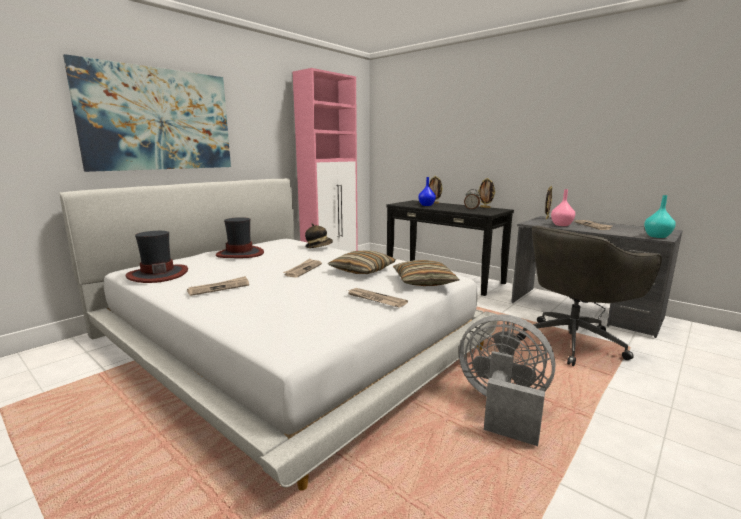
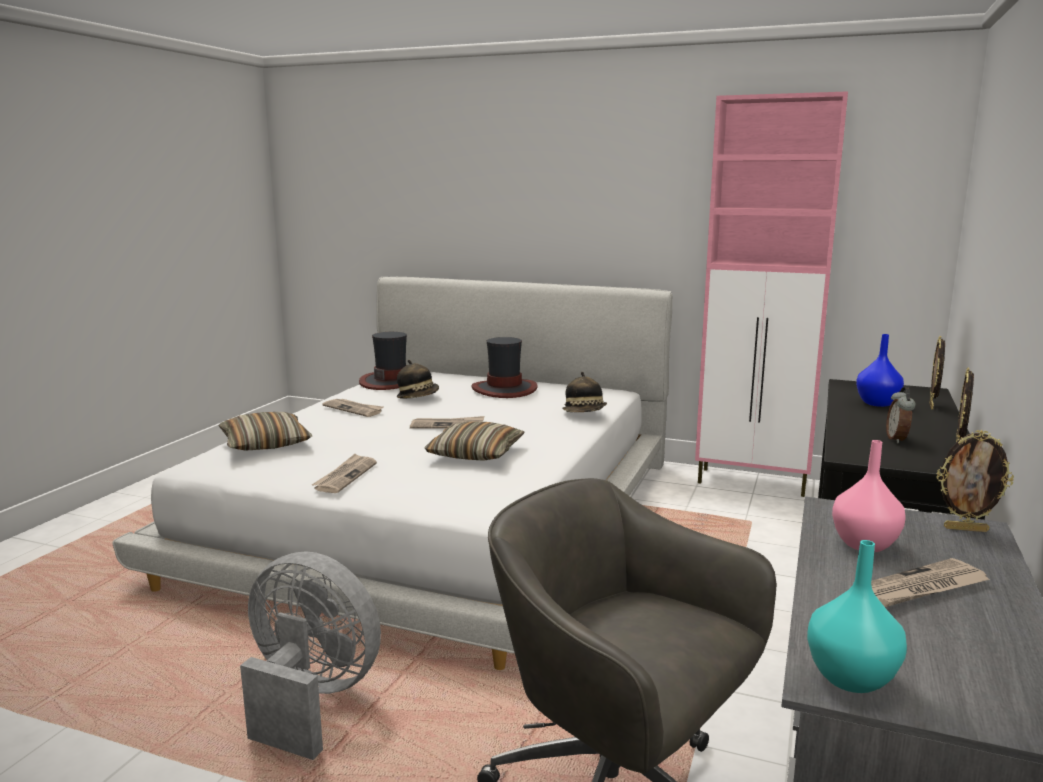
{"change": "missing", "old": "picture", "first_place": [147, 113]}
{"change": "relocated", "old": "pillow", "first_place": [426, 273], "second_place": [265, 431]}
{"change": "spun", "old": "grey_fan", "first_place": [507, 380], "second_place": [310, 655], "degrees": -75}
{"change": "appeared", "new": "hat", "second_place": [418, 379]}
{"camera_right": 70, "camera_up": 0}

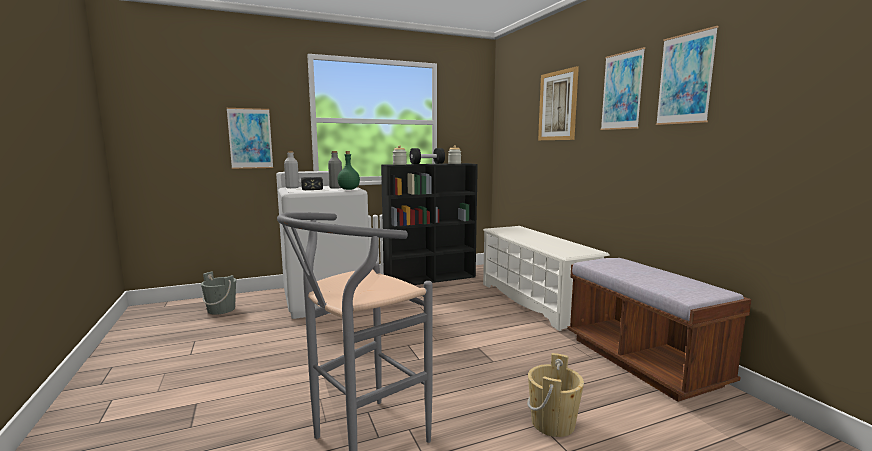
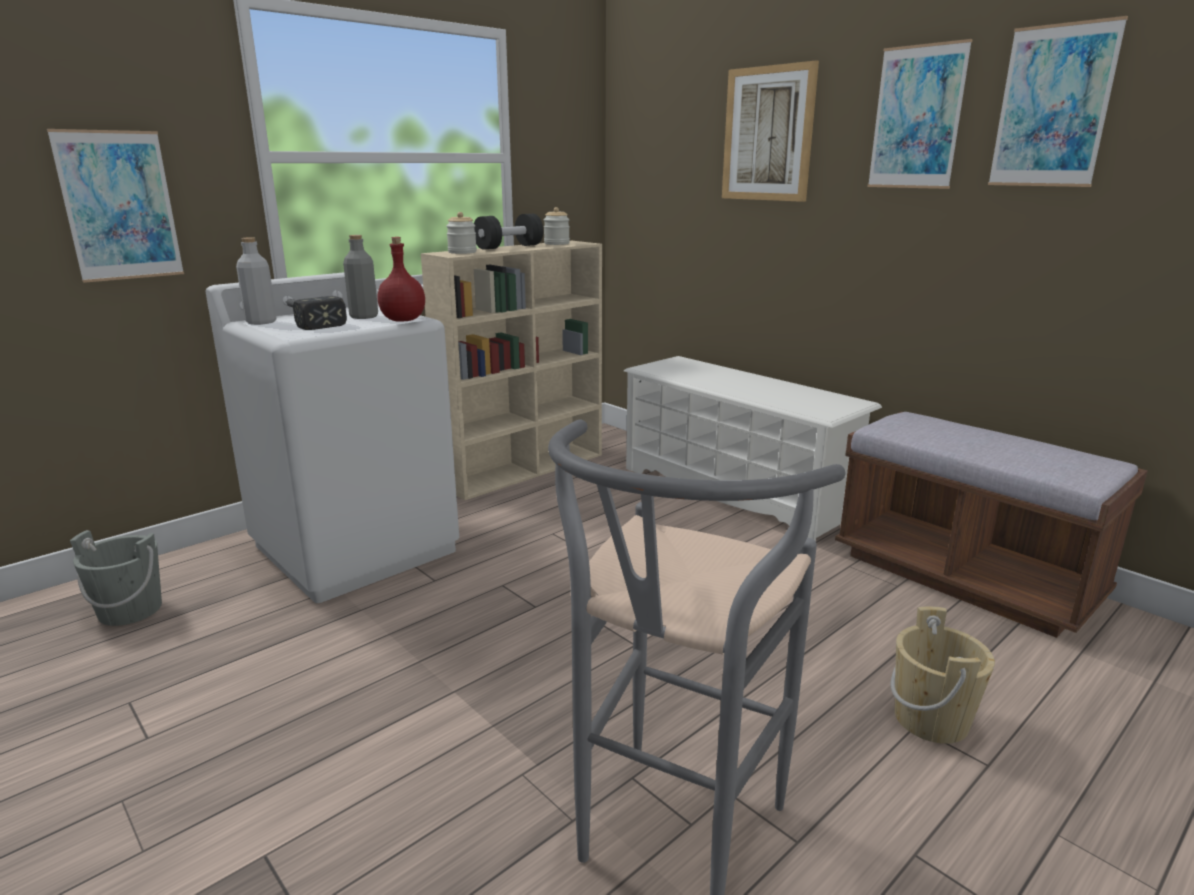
{"change": "colour", "old": "green_bottle", "new": "red_bottle", "first_place": [348, 170], "second_place": [401, 279]}
{"change": "colour", "old": "black_bookcase", "new": "beige_bookcase", "first_place": [429, 224], "second_place": [511, 370]}
{"camera_right": -20, "camera_up": 10}

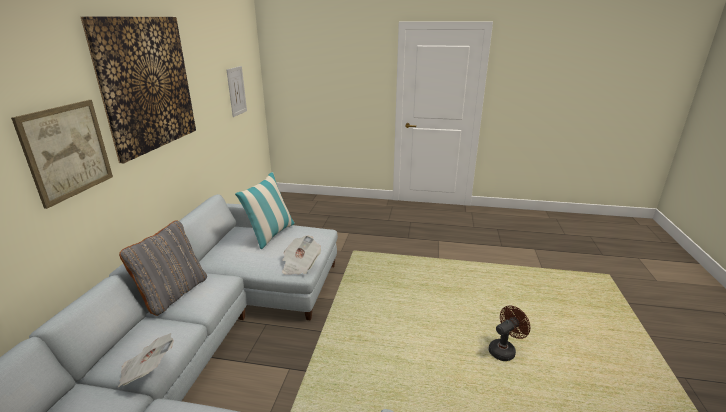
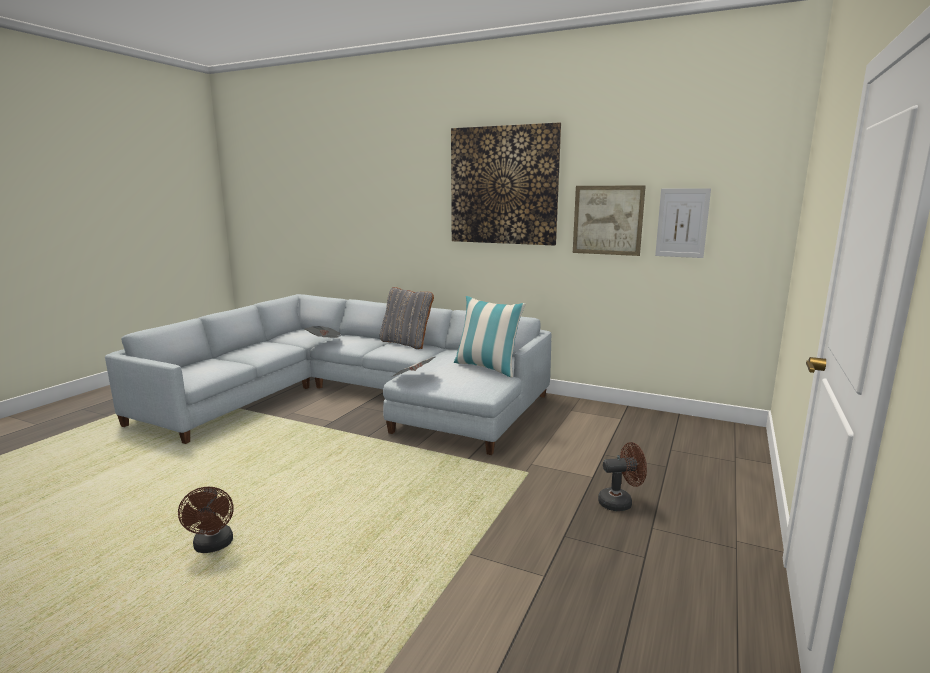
{"change": "relocated", "old": "picture", "first_place": [62, 154], "second_place": [609, 220]}
{"change": "appeared", "new": "brown_fan", "second_place": [622, 476]}
{"camera_right": 105, "camera_up": -10}

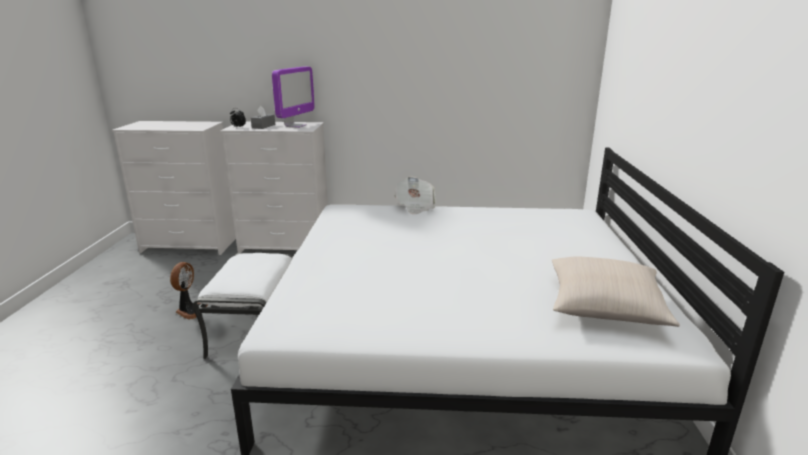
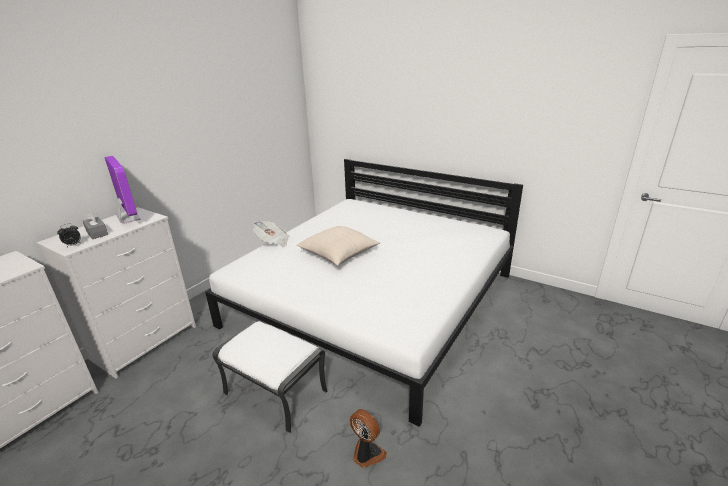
{"change": "relocated", "old": "fan", "first_place": [189, 290], "second_place": [368, 438]}
{"change": "relocated", "old": "beige_pillow", "first_place": [616, 291], "second_place": [338, 246]}
{"camera_right": -60, "camera_up": 5}

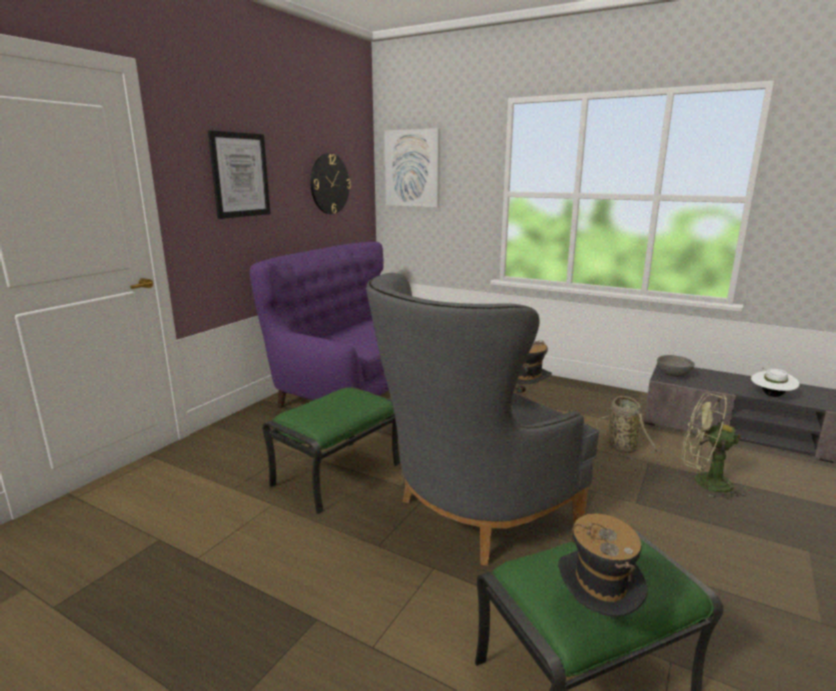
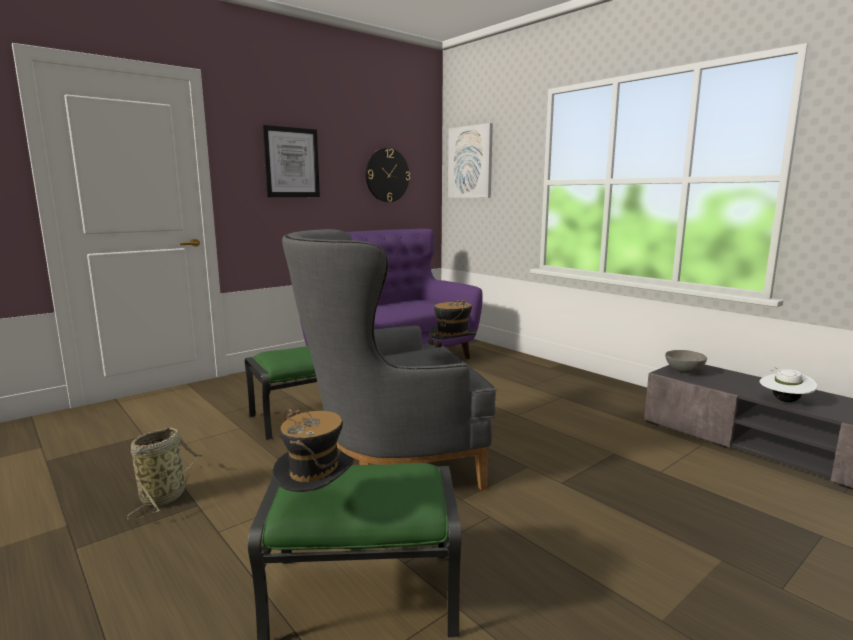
{"change": "relocated", "old": "basket", "first_place": [627, 429], "second_place": [165, 473]}
{"change": "missing", "old": "green_fan", "first_place": [713, 446]}
{"camera_right": 20, "camera_up": -5}

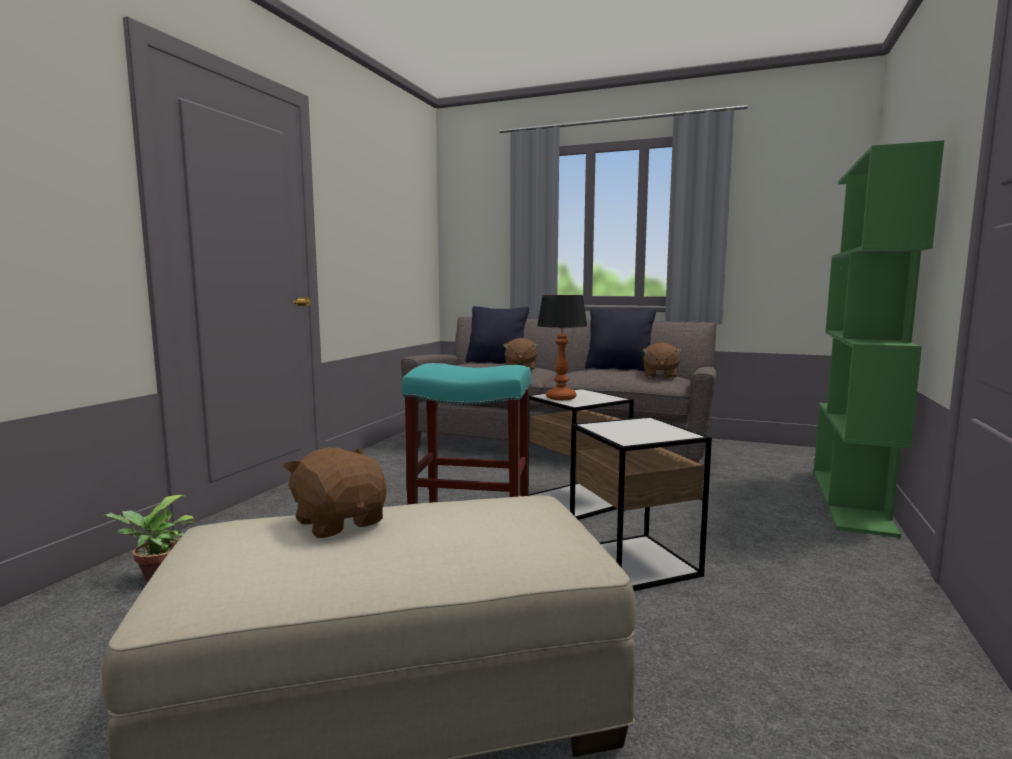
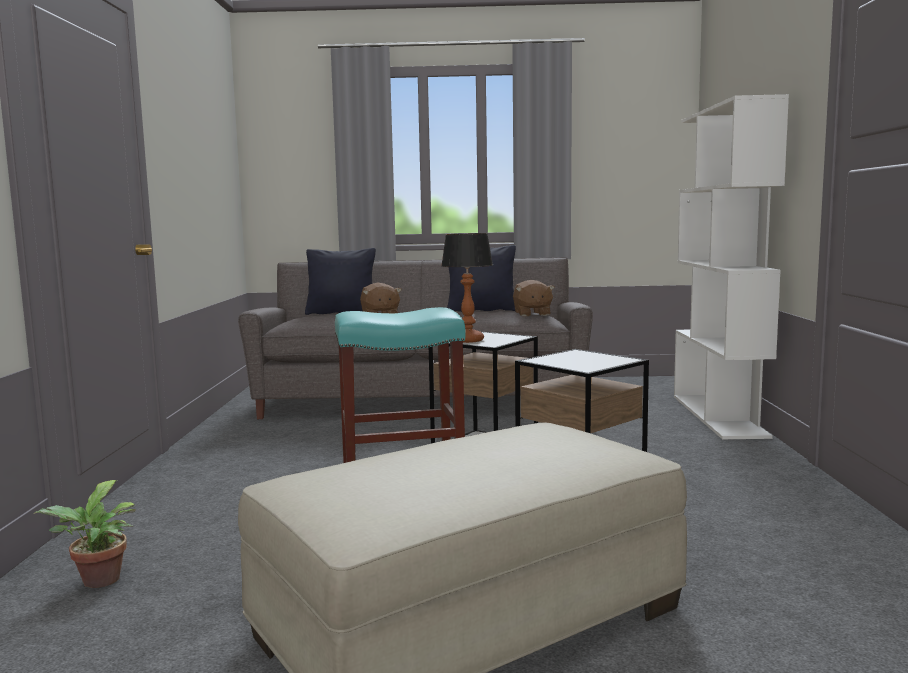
{"change": "missing", "old": "brown_plush_toy", "first_place": [335, 493]}
{"change": "colour", "old": "green_bookcase", "new": "white_bookcase", "first_place": [879, 339], "second_place": [731, 266]}
{"camera_right": -20, "camera_up": 0}

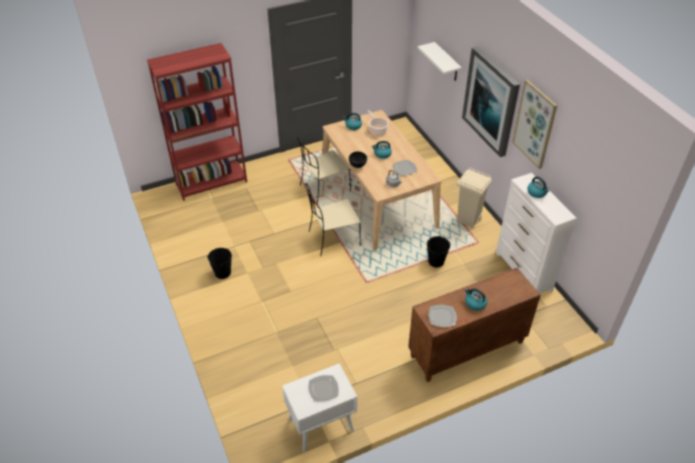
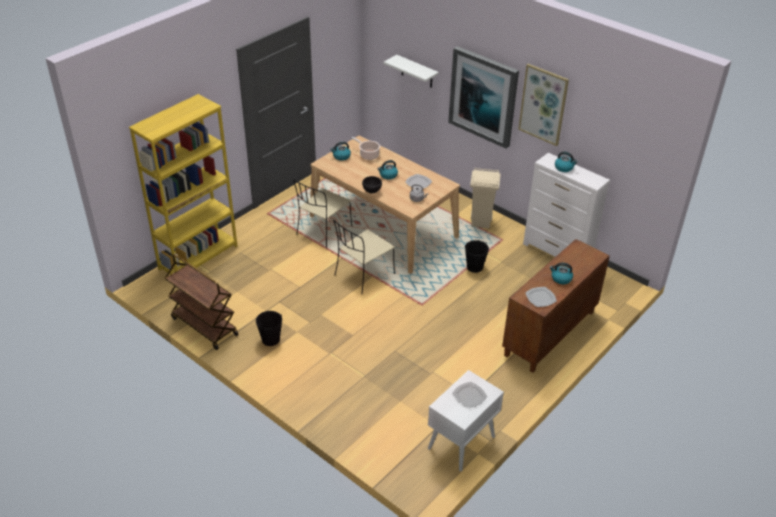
{"change": "colour", "old": "red_bookcase", "new": "yellow_bookcase", "first_place": [197, 122], "second_place": [183, 184]}
{"change": "appeared", "new": "brown_cart", "second_place": [202, 302]}
{"camera_right": -25, "camera_up": -5}

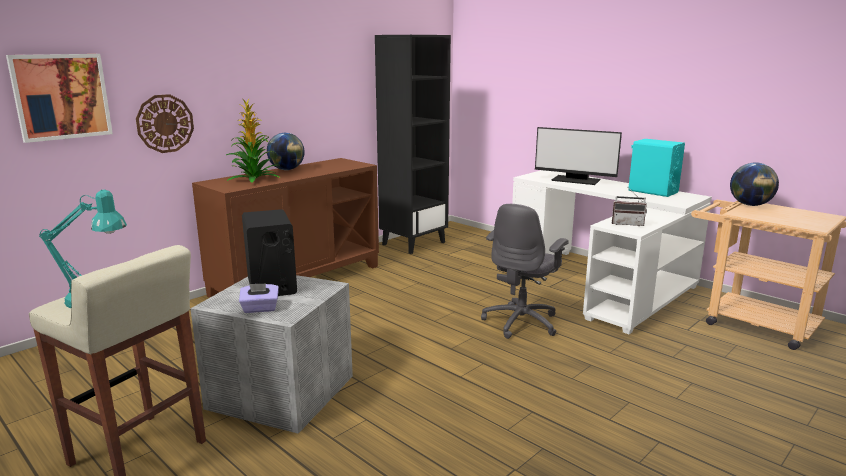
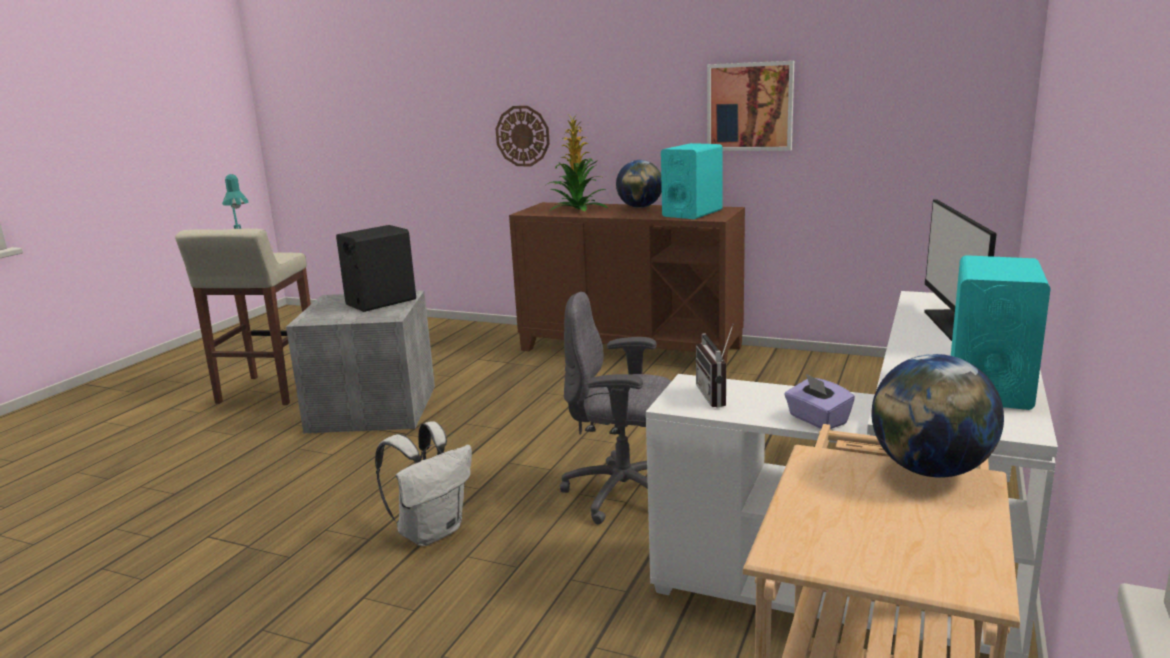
{"change": "relocated", "old": "picture", "first_place": [59, 98], "second_place": [750, 106]}
{"change": "relocated", "old": "purple_tissue_box", "first_place": [259, 298], "second_place": [819, 401]}
{"change": "missing", "old": "black_bookcase", "first_place": [413, 144]}
{"change": "appeared", "new": "white_backpack", "second_place": [423, 483]}
{"change": "appeared", "new": "turquoise_speaker", "second_place": [692, 181]}
{"camera_right": 70, "camera_up": 0}

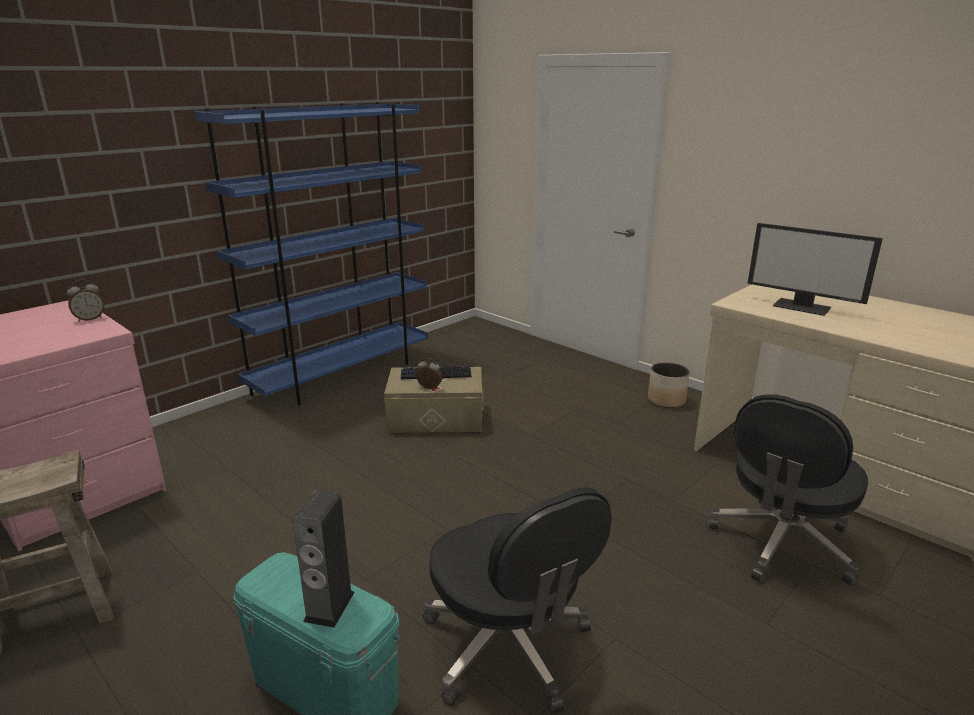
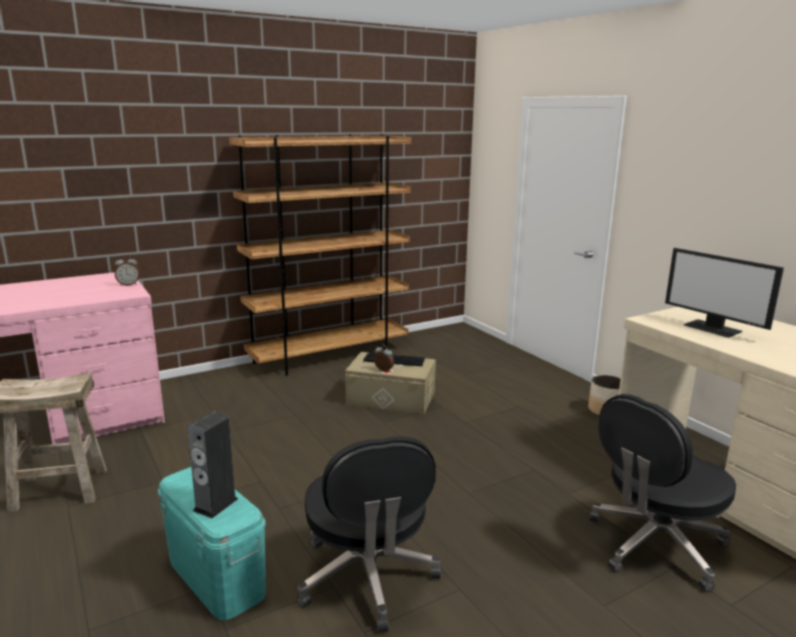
{"change": "colour", "old": "blue_bookcase", "new": "brown_bookcase", "first_place": [311, 254], "second_place": [320, 255]}
{"camera_right": 15, "camera_up": -5}

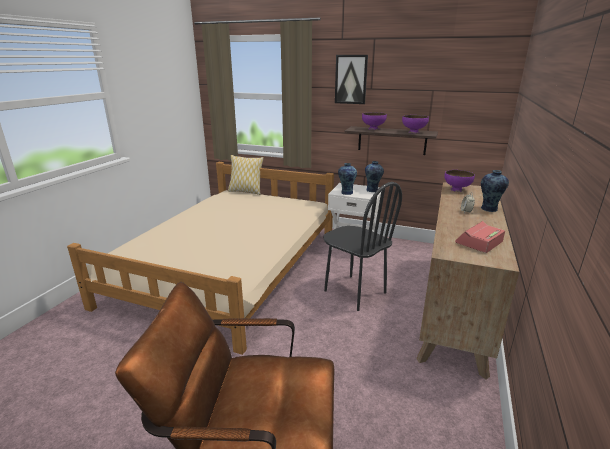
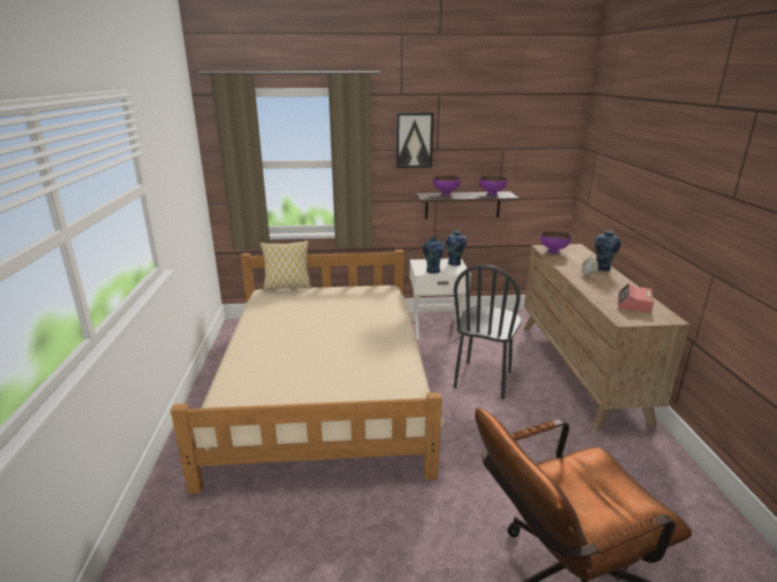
{"change": "spun", "old": "black_chair", "first_place": [362, 246], "second_place": [487, 332], "degrees": 90}
{"camera_right": -25, "camera_up": 0}

